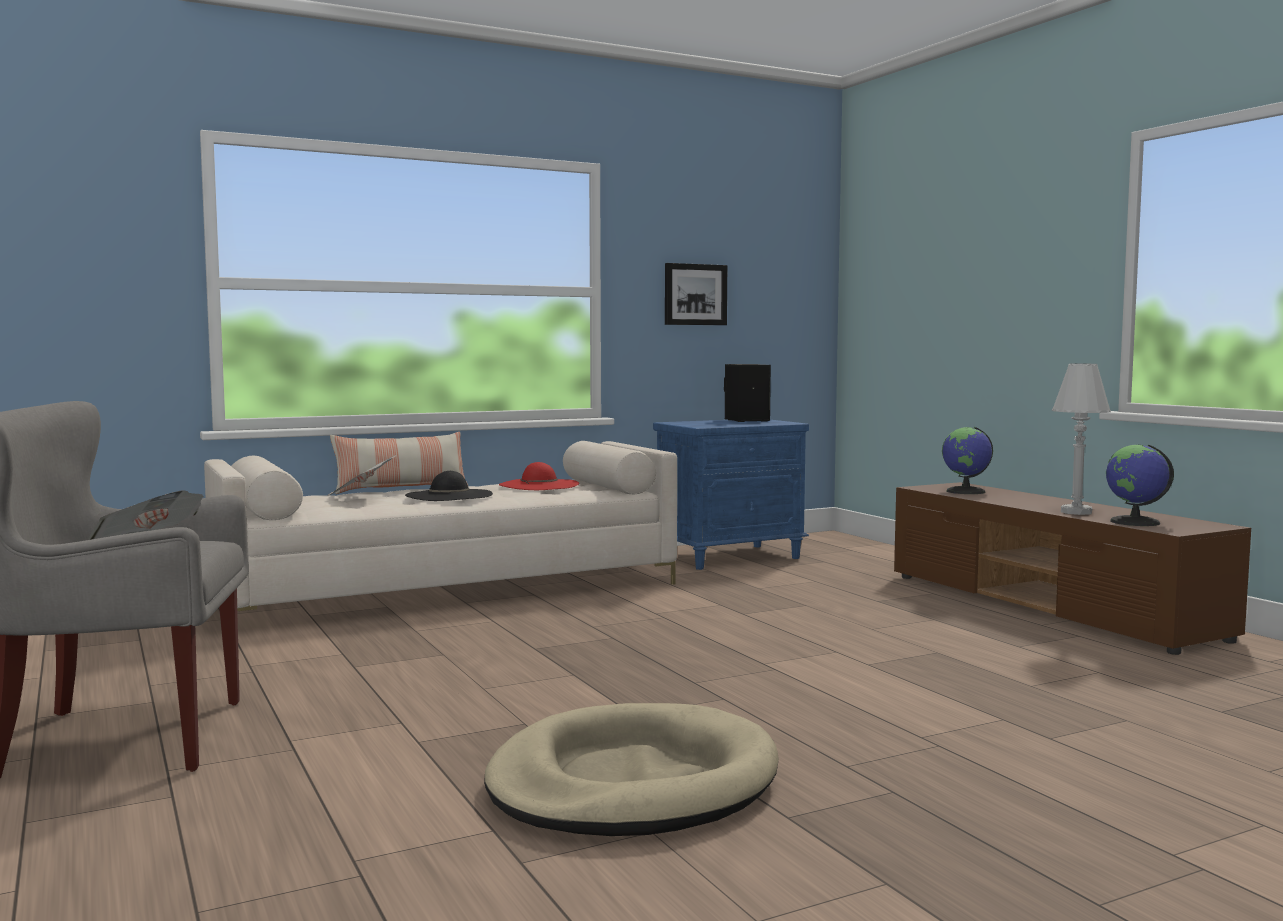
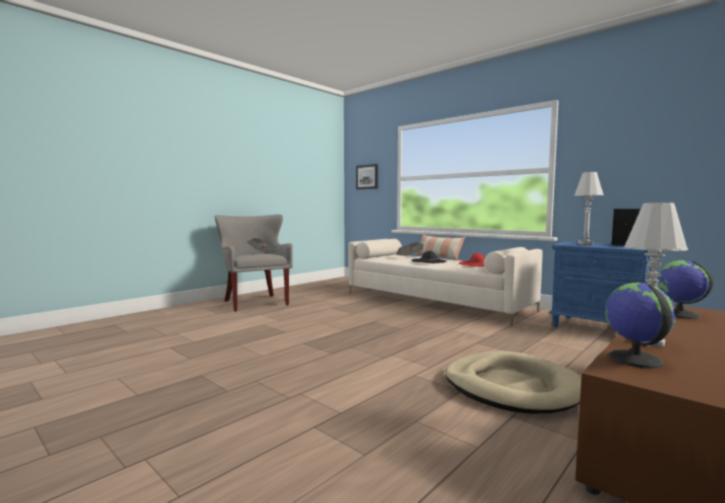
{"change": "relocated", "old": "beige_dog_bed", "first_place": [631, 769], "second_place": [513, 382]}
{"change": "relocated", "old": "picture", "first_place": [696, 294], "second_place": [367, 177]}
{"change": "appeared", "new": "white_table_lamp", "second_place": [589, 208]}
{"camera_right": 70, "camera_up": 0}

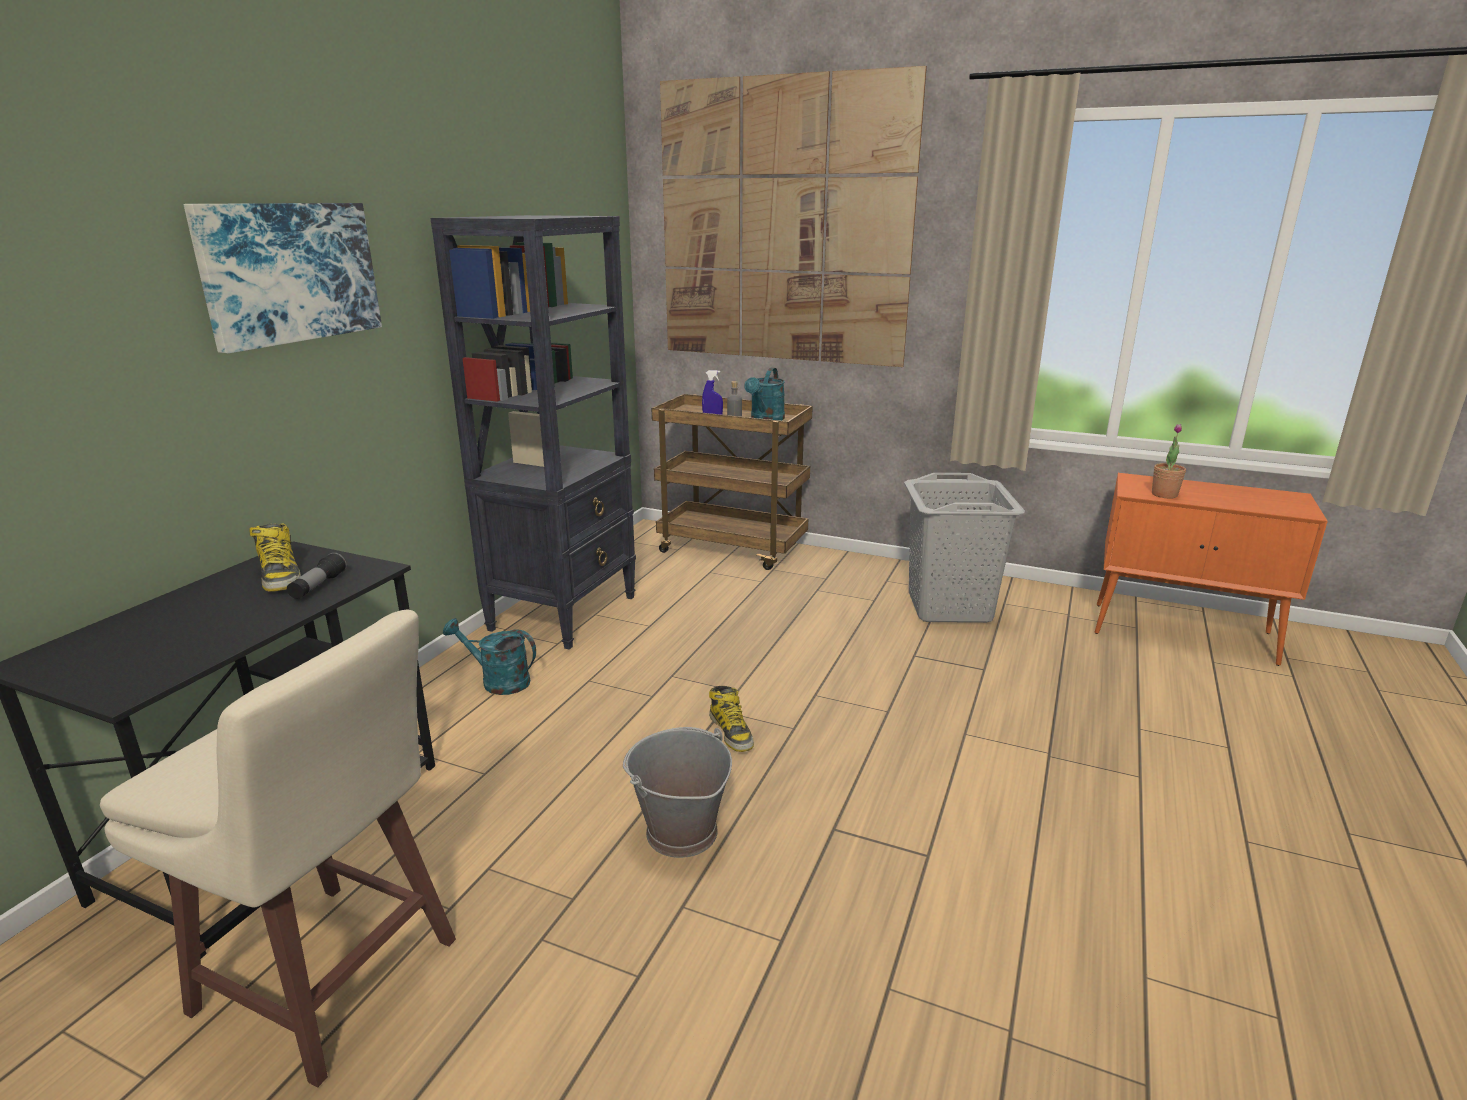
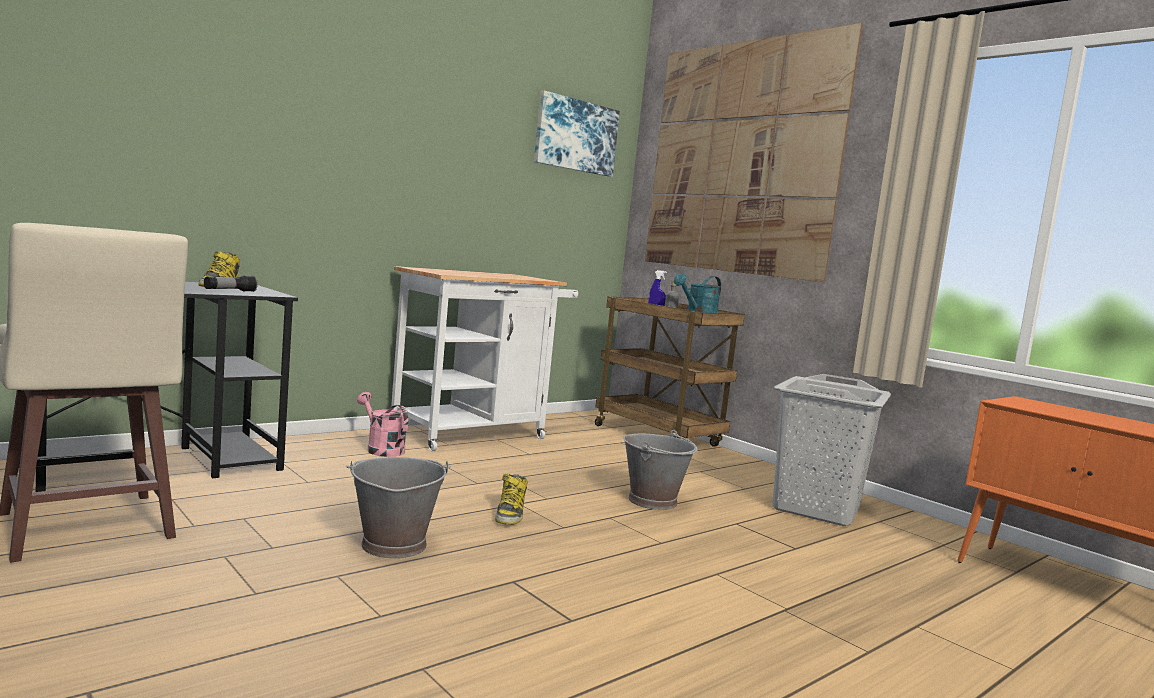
{"change": "relocated", "old": "picture", "first_place": [283, 278], "second_place": [577, 134]}
{"change": "exchanged", "old": "black_bookcase", "new": "white_cart", "first_place": [533, 432], "second_place": [484, 358]}
{"change": "colour", "old": "turquoise_watering_can", "new": "pink_watering_can", "first_place": [489, 656], "second_place": [382, 424]}
{"change": "missing", "old": "potted_plant", "first_place": [1169, 461]}
{"change": "appeared", "new": "grey_bucket", "second_place": [660, 470]}
{"camera_right": 25, "camera_up": -15}

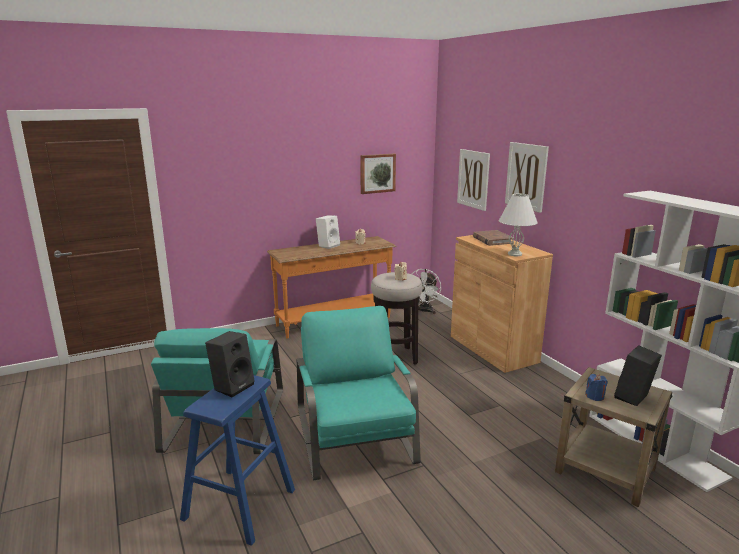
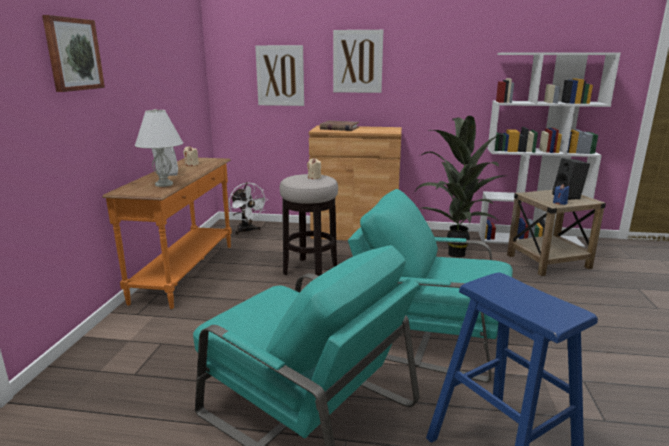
{"change": "missing", "old": "black_speaker", "first_place": [230, 364]}
{"change": "relocated", "old": "picture", "first_place": [378, 174], "second_place": [73, 53]}
{"change": "relocated", "old": "white_table_lamp", "first_place": [518, 225], "second_place": [159, 148]}
{"change": "appeared", "new": "potted_plant", "second_place": [459, 187]}
{"camera_right": -55, "camera_up": 0}

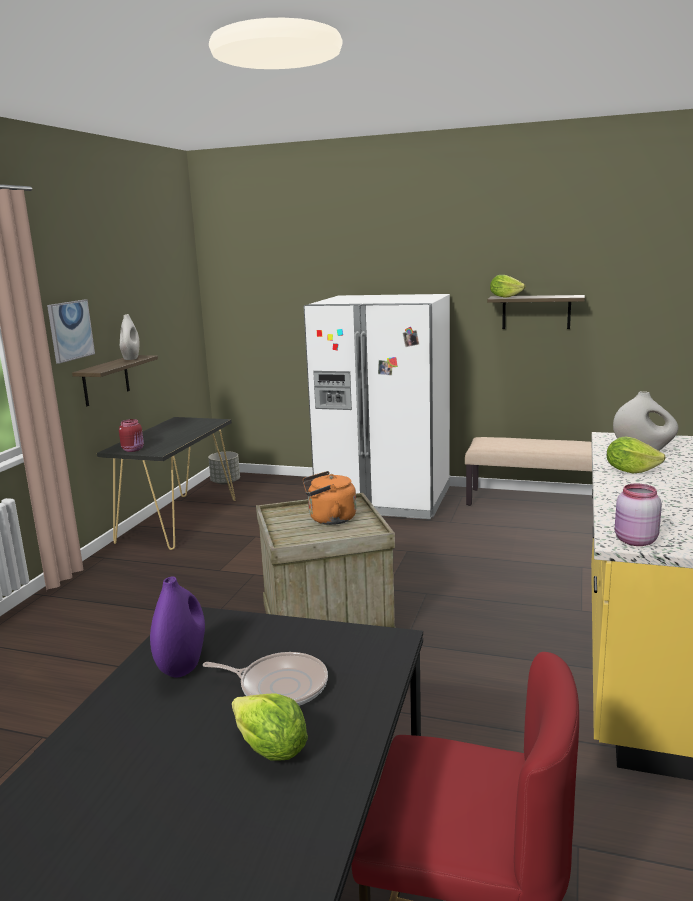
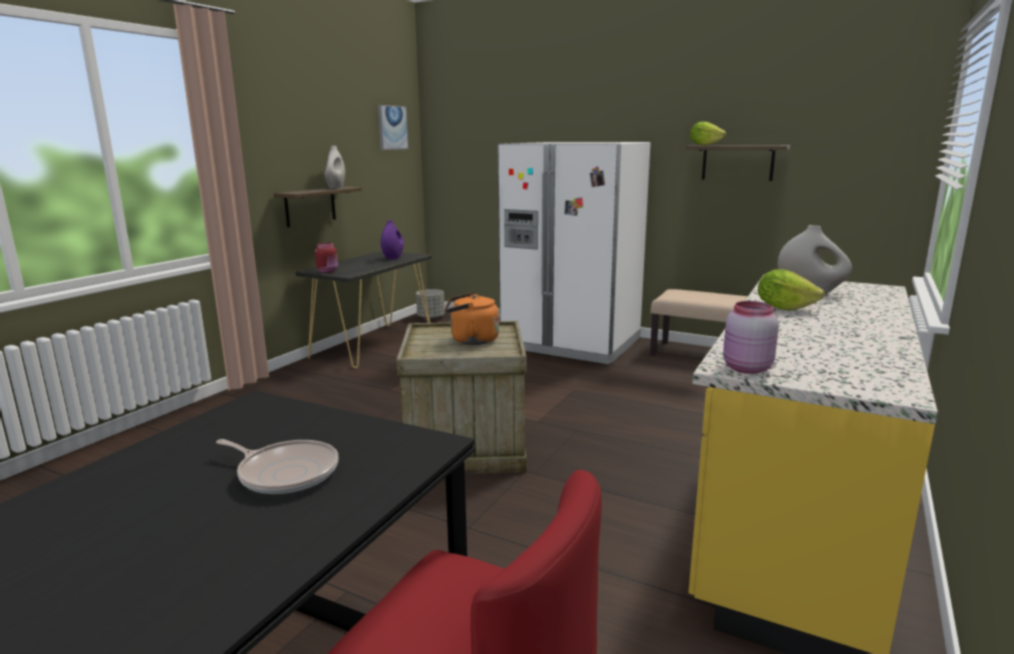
{"change": "relocated", "old": "picture", "first_place": [71, 331], "second_place": [393, 127]}
{"change": "relocated", "old": "purple_vase", "first_place": [177, 627], "second_place": [392, 240]}
{"change": "missing", "old": "lettuce", "first_place": [270, 727]}
{"camera_right": 10, "camera_up": 0}

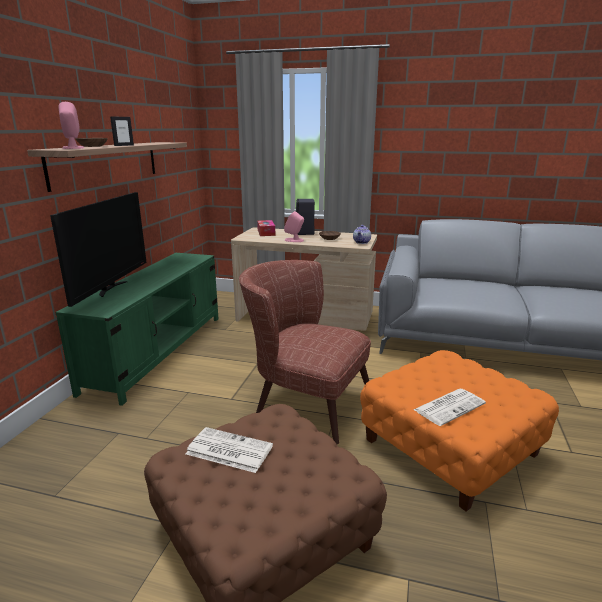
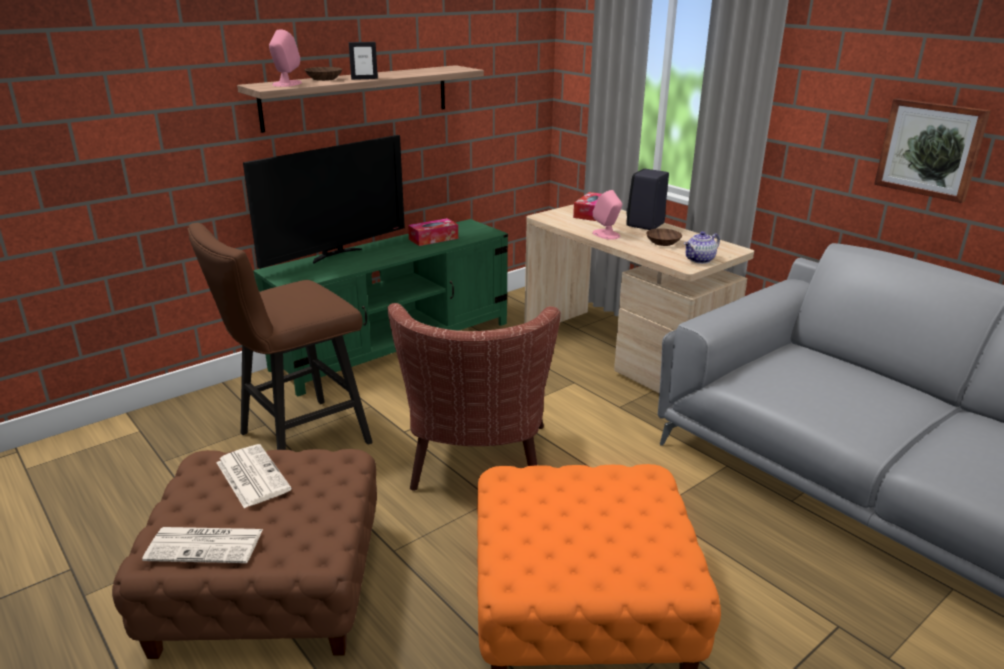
{"change": "spun", "old": "brown_armchair", "first_place": [305, 352], "second_place": [474, 397], "degrees": -150}
{"change": "relocated", "old": "newspaper", "first_place": [449, 407], "second_place": [202, 545]}
{"change": "appeared", "new": "brown_stool", "second_place": [280, 336]}
{"change": "appeared", "new": "tissue_box", "second_place": [433, 232]}
{"change": "appeared", "new": "picture", "second_place": [932, 150]}
{"camera_right": 35, "camera_up": 5}

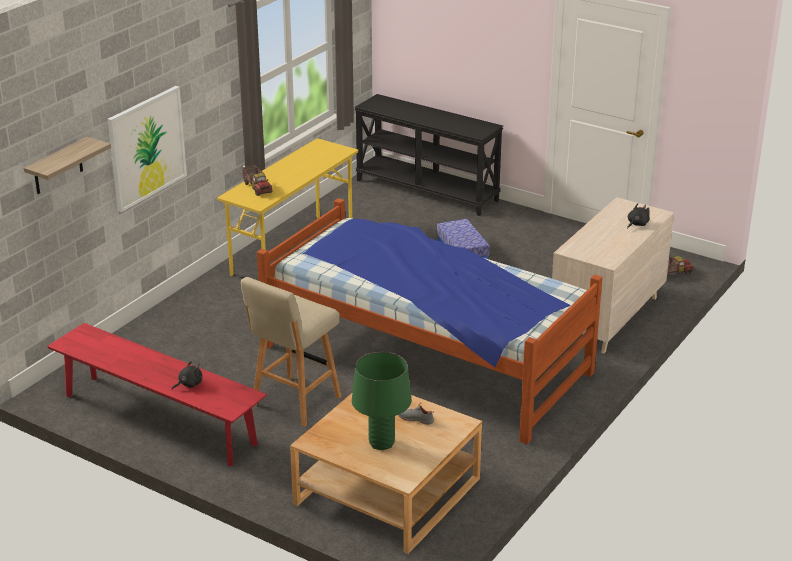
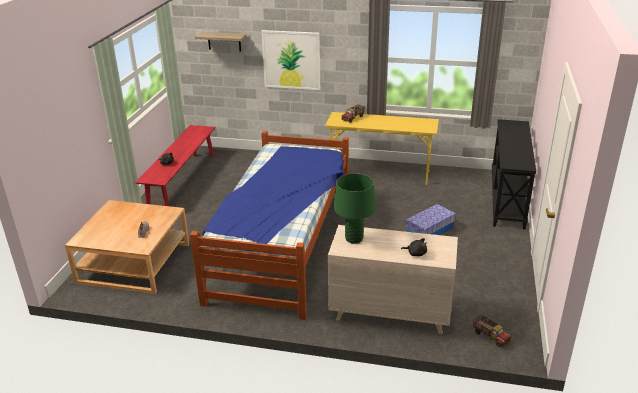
{"change": "missing", "old": "beige_stool", "first_place": [291, 352]}
{"change": "relocated", "old": "green_table_lamp", "first_place": [381, 401], "second_place": [354, 209]}
{"camera_right": 70, "camera_up": 0}

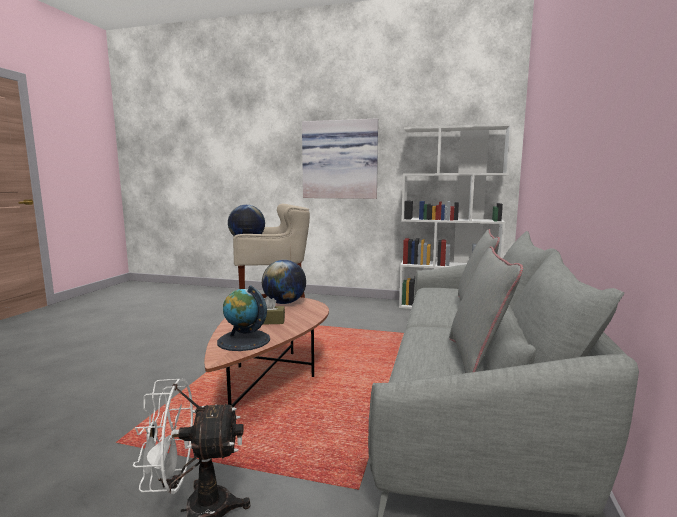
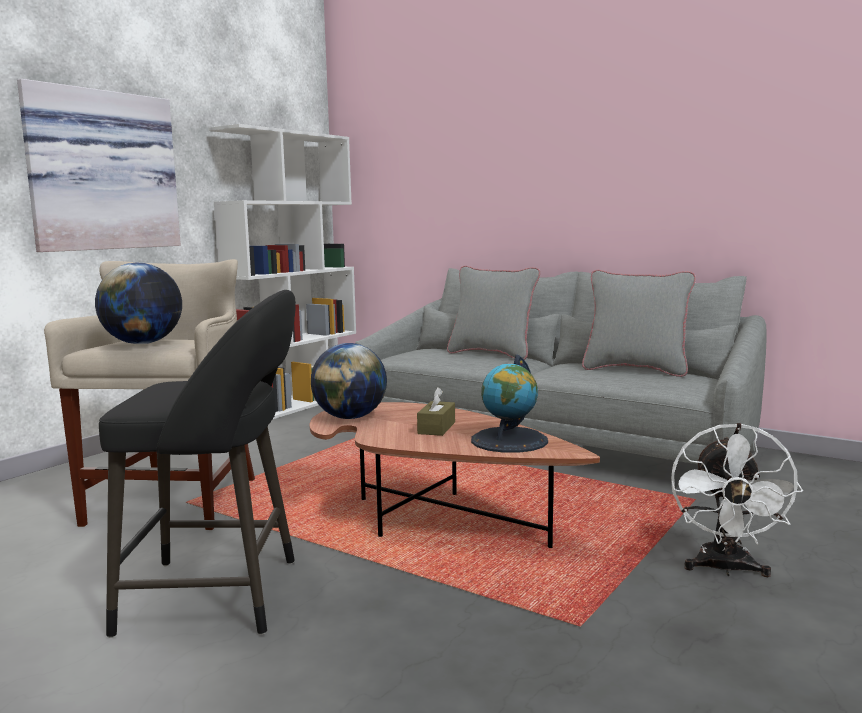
{"change": "appeared", "new": "black_stool", "second_place": [197, 464]}
{"camera_right": -70, "camera_up": 0}

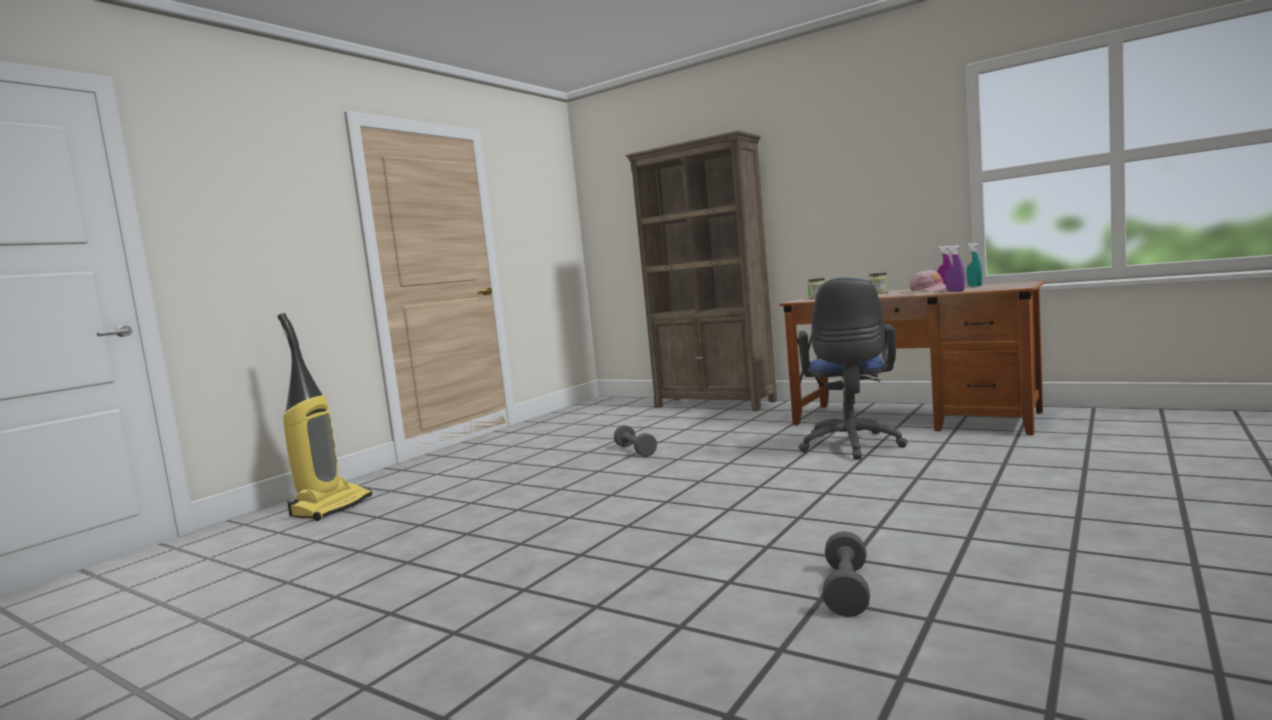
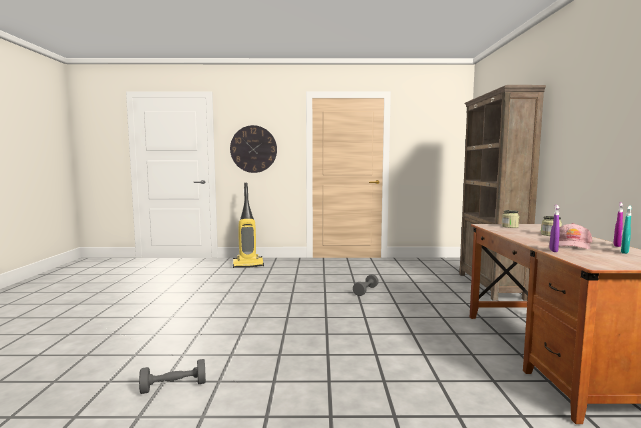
{"change": "missing", "old": "blue_office_chair", "first_place": [853, 369]}
{"change": "appeared", "new": "wall_clock", "second_place": [253, 149]}
{"camera_right": 55, "camera_up": 0}

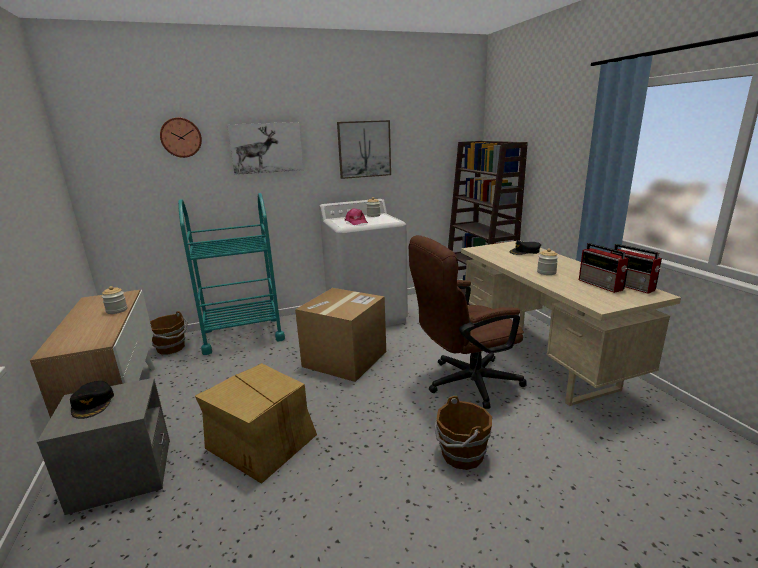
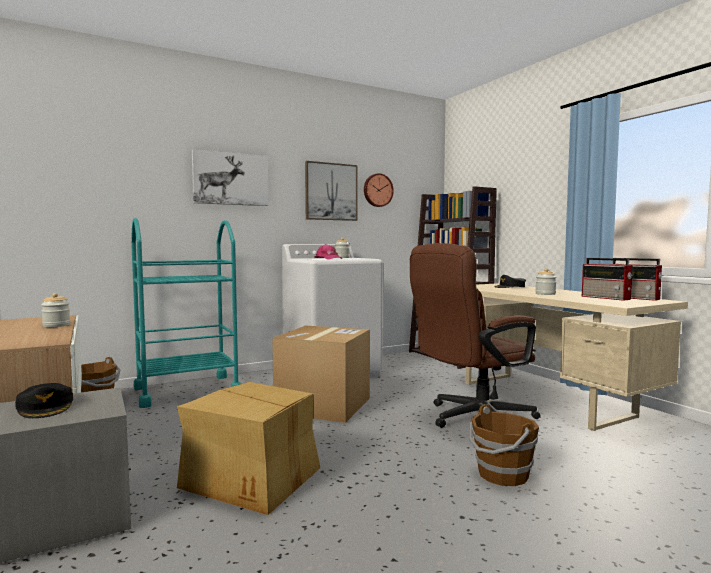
{"change": "relocated", "old": "wall_clock", "first_place": [181, 138], "second_place": [379, 190]}
{"camera_right": -10, "camera_up": -15}

